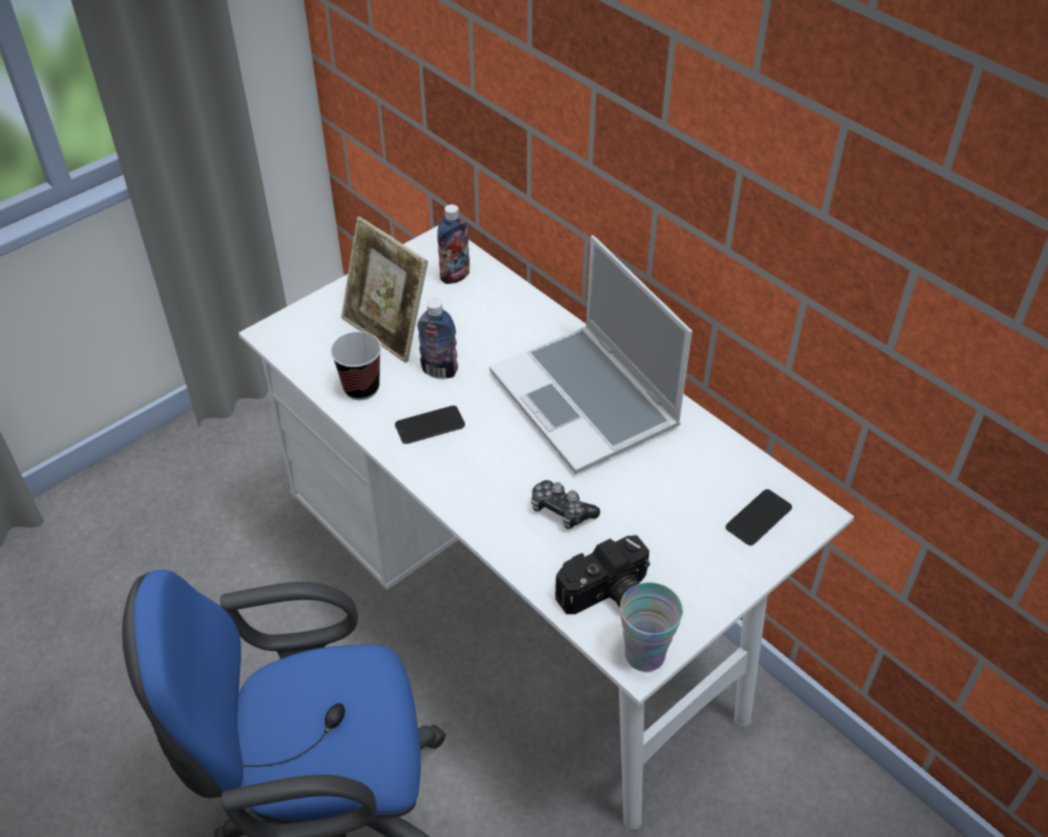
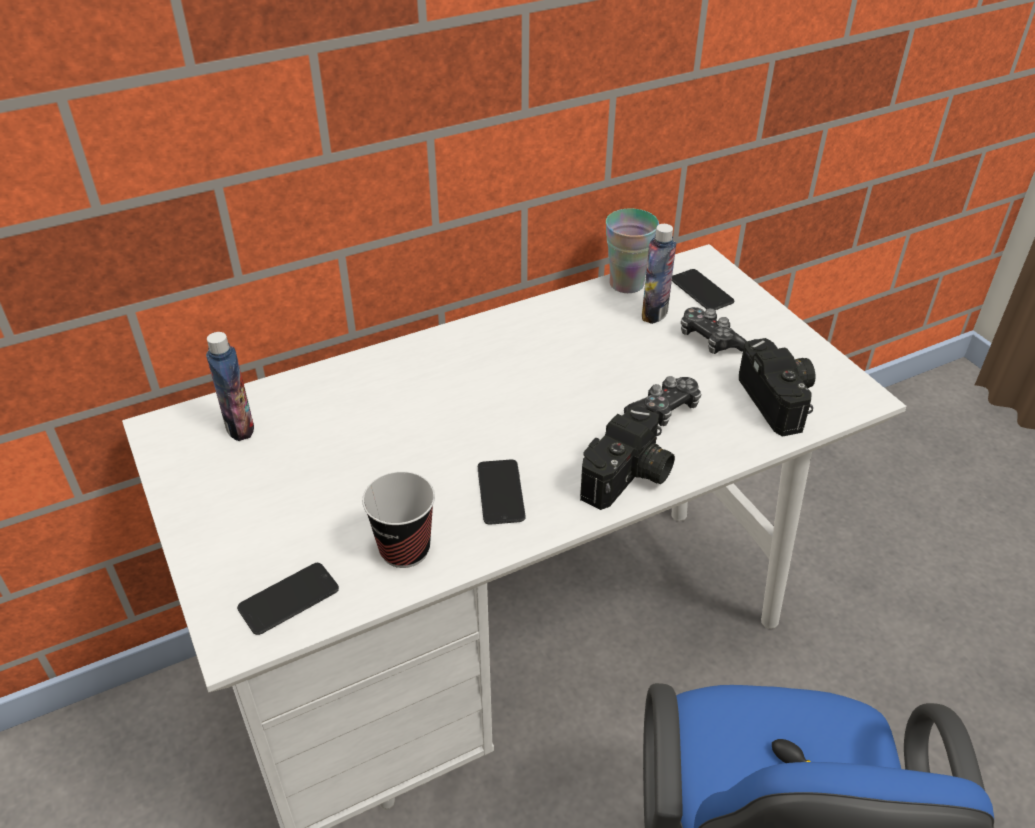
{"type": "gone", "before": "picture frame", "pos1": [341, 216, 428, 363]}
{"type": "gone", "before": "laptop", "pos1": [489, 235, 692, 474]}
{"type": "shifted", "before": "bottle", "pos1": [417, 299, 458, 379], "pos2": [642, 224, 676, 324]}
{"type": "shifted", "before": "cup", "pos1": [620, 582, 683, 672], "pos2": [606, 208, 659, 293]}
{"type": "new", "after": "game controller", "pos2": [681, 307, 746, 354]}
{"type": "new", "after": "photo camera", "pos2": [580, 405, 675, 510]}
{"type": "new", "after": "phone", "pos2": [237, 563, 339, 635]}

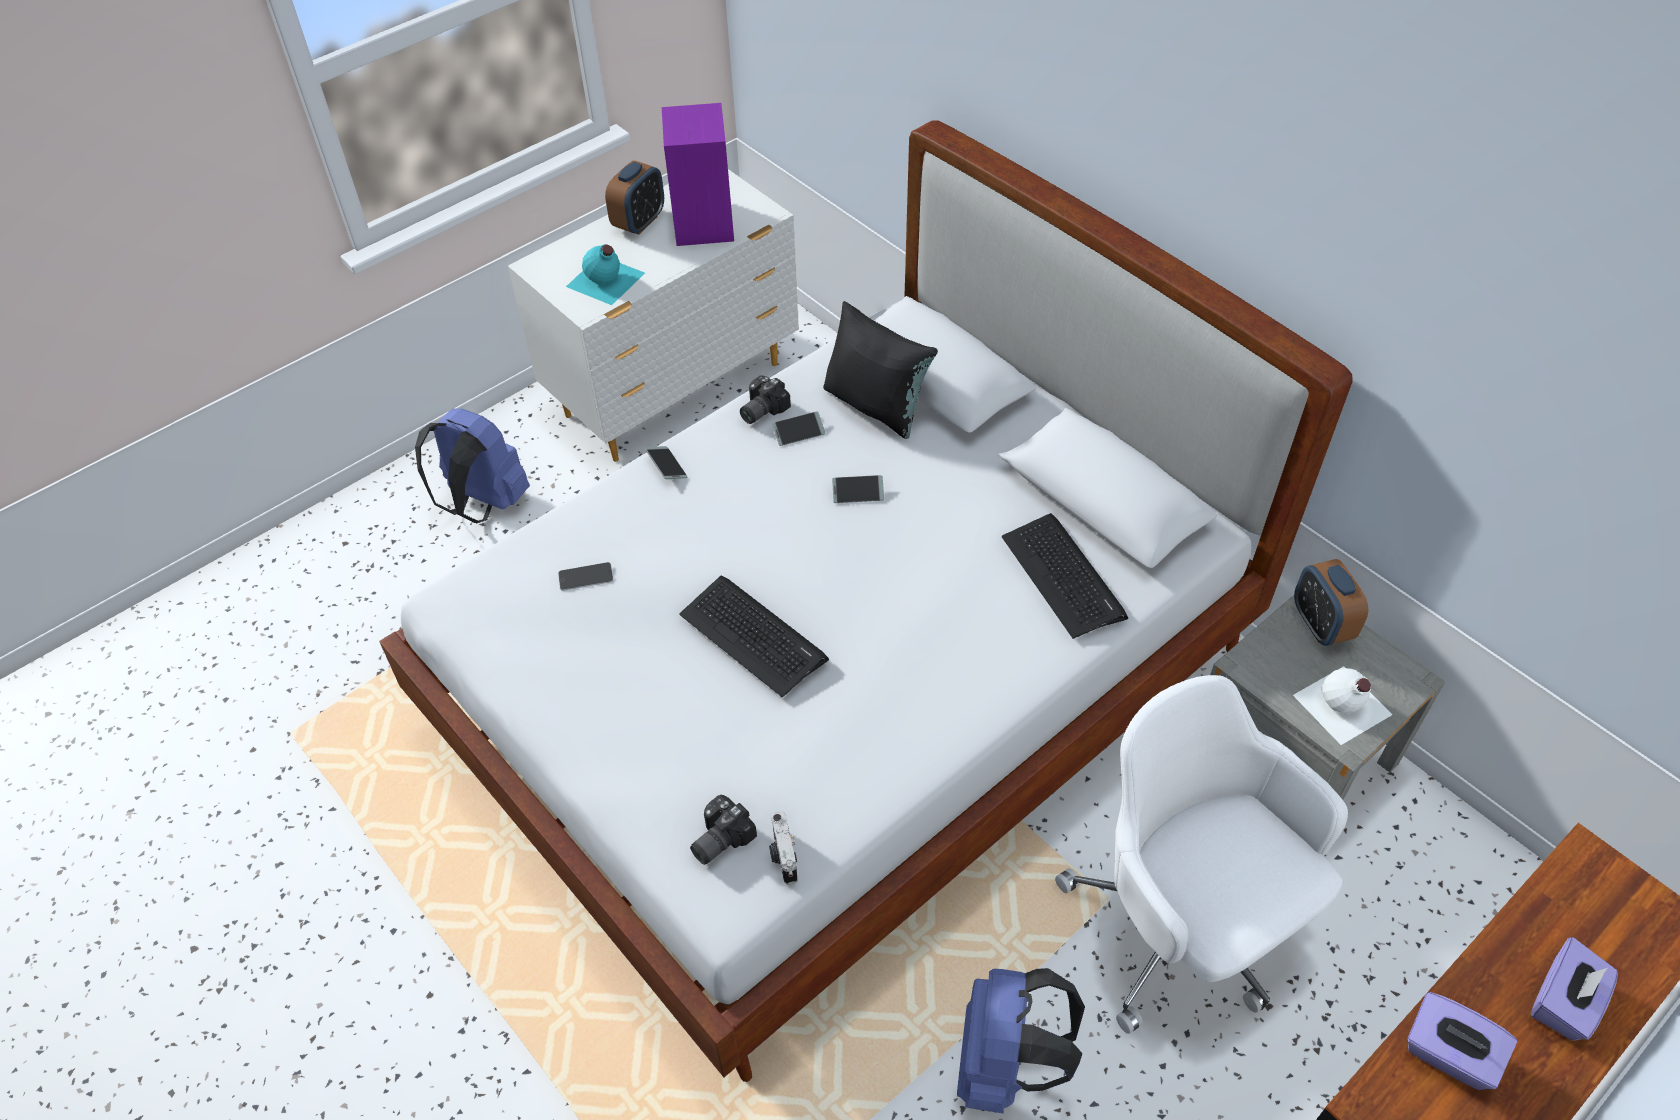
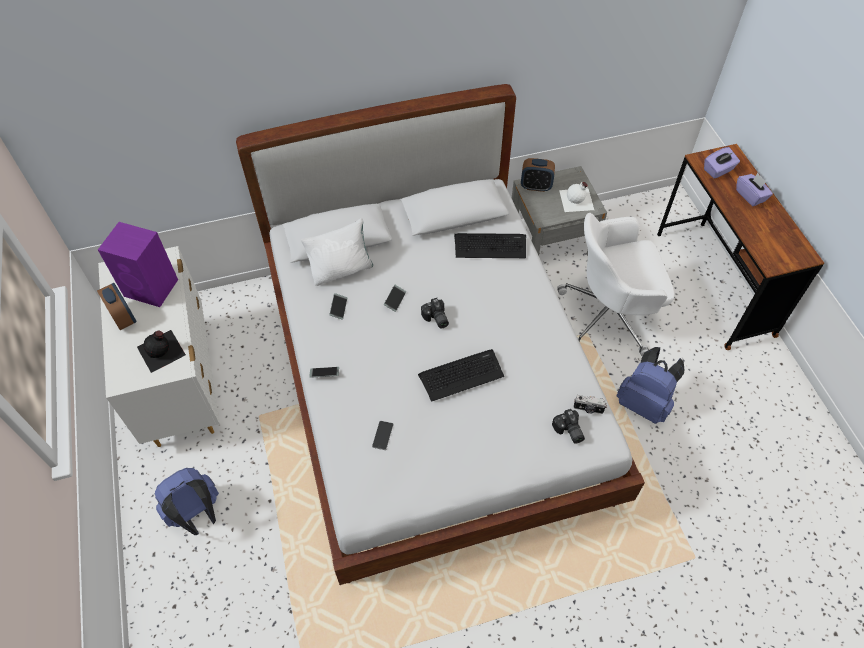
{"type": "repainted", "before": "turquoise bottle", "after": "black bottle", "pos1": [566, 244, 645, 305], "pos2": [137, 330, 186, 373]}
{"type": "repainted", "before": "black pillow", "after": "white pillow", "pos1": [823, 301, 938, 439], "pos2": [301, 218, 373, 286]}
{"type": "shifted", "before": "photo camera", "pos1": [740, 375, 791, 424], "pos2": [421, 298, 449, 328]}
{"type": "shifted", "before": "purple tissue box", "pos1": [1408, 992, 1517, 1090], "pos2": [704, 147, 740, 179]}

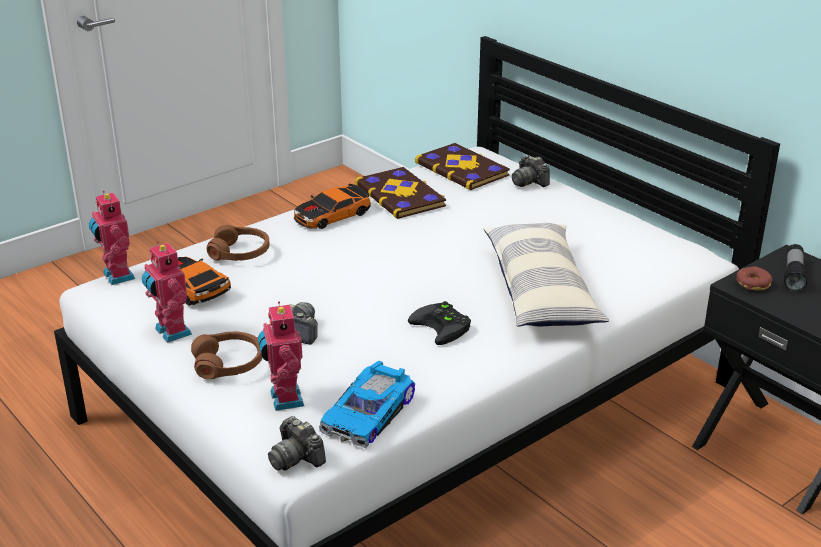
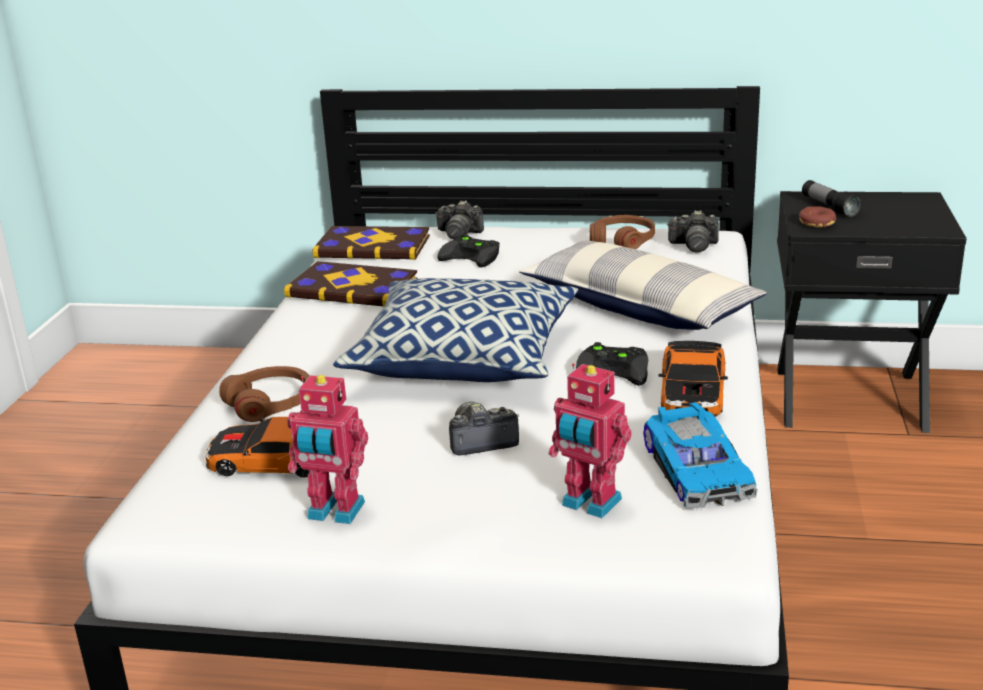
{"type": "shifted", "before": "toy car", "pos1": [294, 184, 371, 229], "pos2": [658, 341, 728, 417]}
{"type": "gone", "before": "toy robot", "pos1": [89, 191, 135, 285]}
{"type": "shifted", "before": "brown headphones", "pos1": [191, 331, 263, 380], "pos2": [590, 215, 655, 249]}
{"type": "shifted", "before": "photo camera", "pos1": [268, 416, 326, 471], "pos2": [668, 210, 719, 252]}
{"type": "new", "after": "black game controller", "pos2": [437, 234, 499, 267]}
{"type": "new", "after": "pillow", "pos2": [333, 278, 578, 382]}

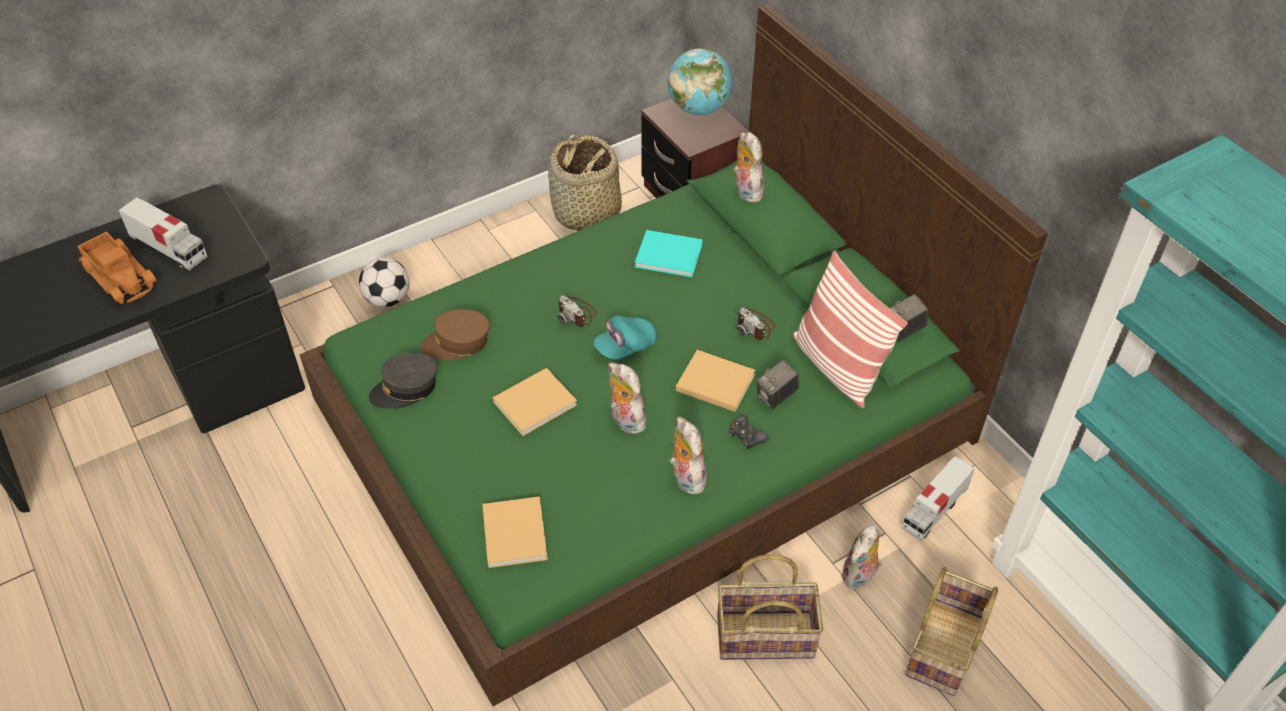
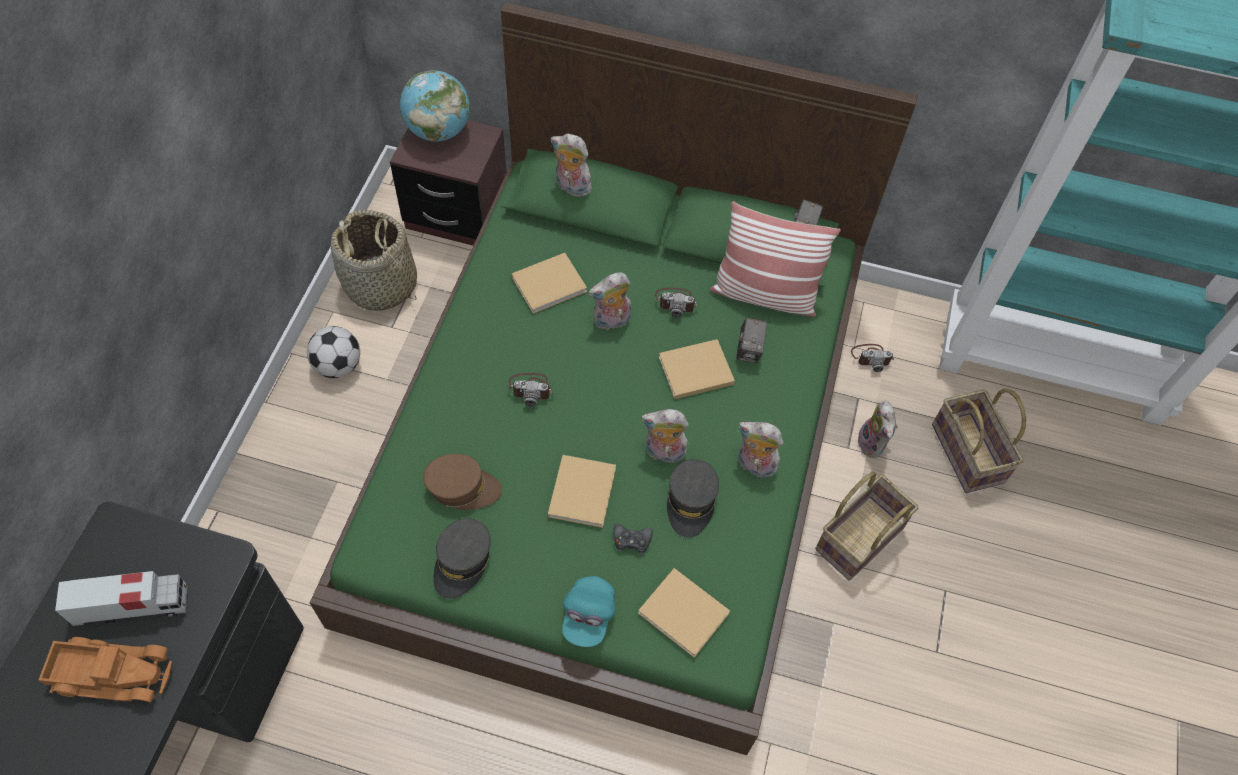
{"type": "repainted", "before": "turquoise book", "after": "beige book", "pos1": [635, 230, 703, 277], "pos2": [511, 253, 587, 314]}
{"type": "shifted", "before": "football", "pos1": [359, 258, 409, 307], "pos2": [307, 326, 360, 378]}
{"type": "rotated", "before": "brown cap", "pos1": [421, 309, 490, 360], "pos2": [423, 454, 502, 510], "turn": -120}
{"type": "shifted", "before": "turquoise cap", "pos1": [594, 316, 657, 360], "pos2": [562, 576, 616, 647]}
{"type": "shifted", "before": "black game controller", "pos1": [729, 415, 769, 450], "pos2": [613, 524, 653, 555]}
{"type": "swapped", "before": "toy truck", "after": "photo camera", "pos1": [902, 456, 975, 541], "pos2": [851, 344, 894, 372]}
{"type": "new", "after": "plush toy", "pos2": [588, 272, 631, 331]}
{"type": "new", "after": "grey cap", "pos2": [667, 459, 719, 538]}

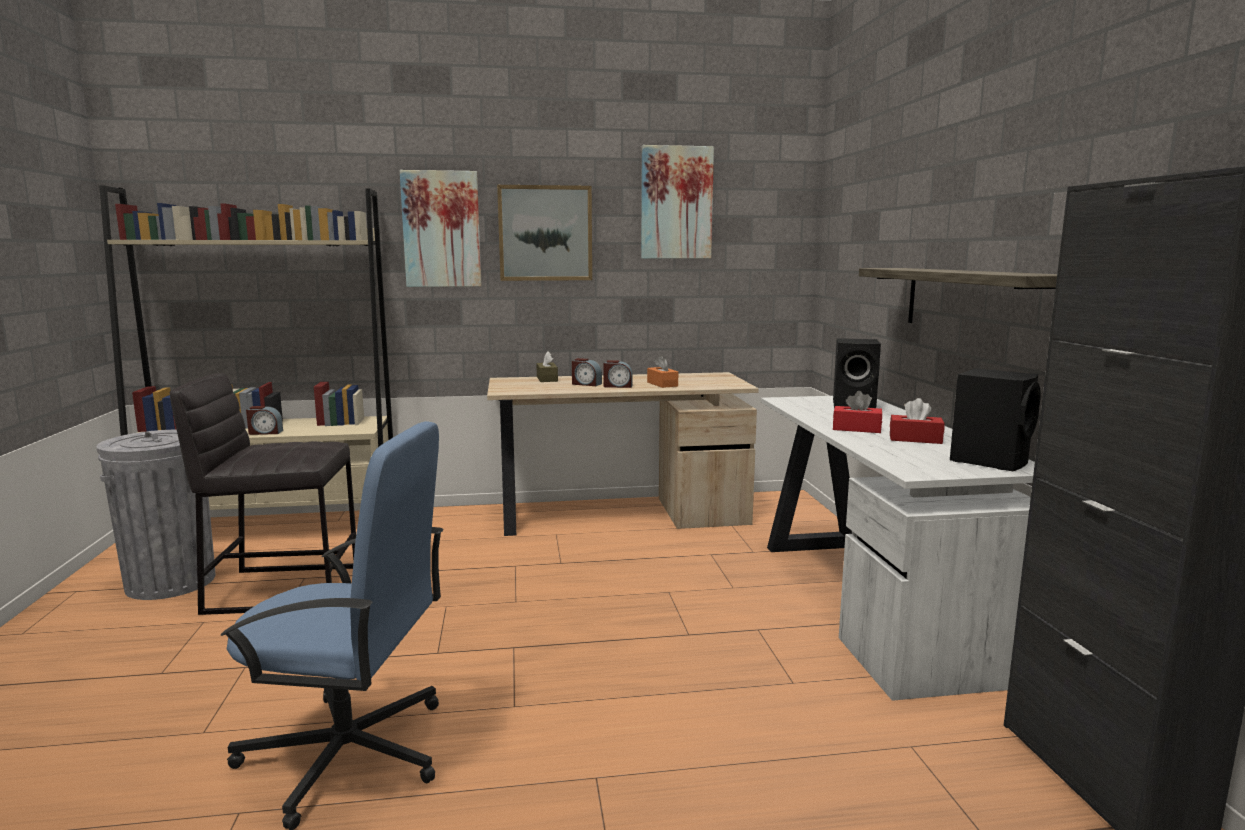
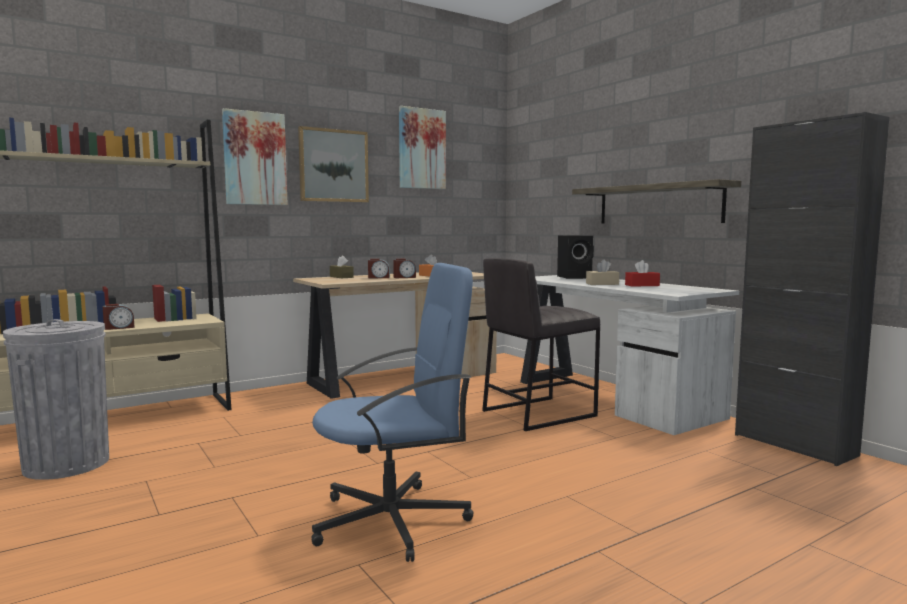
{"type": "gone", "before": "black speaker", "pos1": [950, 368, 1041, 471]}
{"type": "shifted", "before": "grey stool", "pos1": [170, 373, 356, 615], "pos2": [482, 258, 600, 431]}
{"type": "repainted", "before": "red tissue box", "after": "beige tissue box", "pos1": [833, 391, 882, 433], "pos2": [586, 259, 619, 285]}

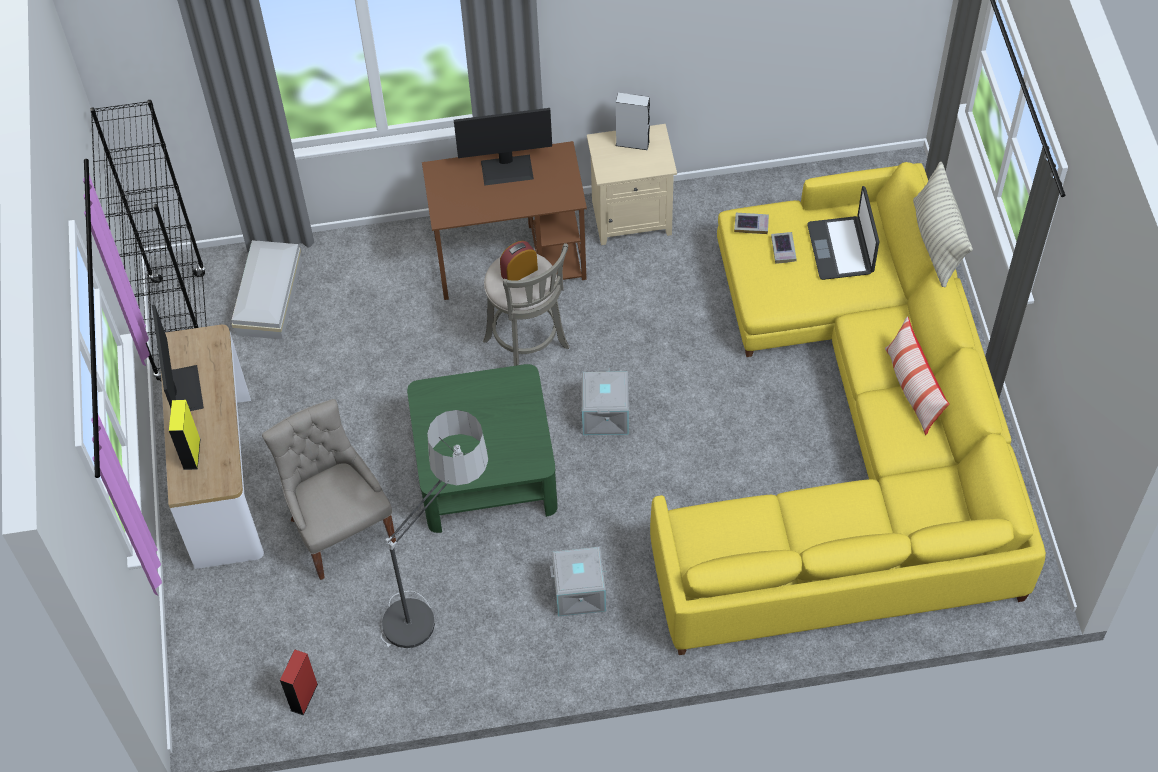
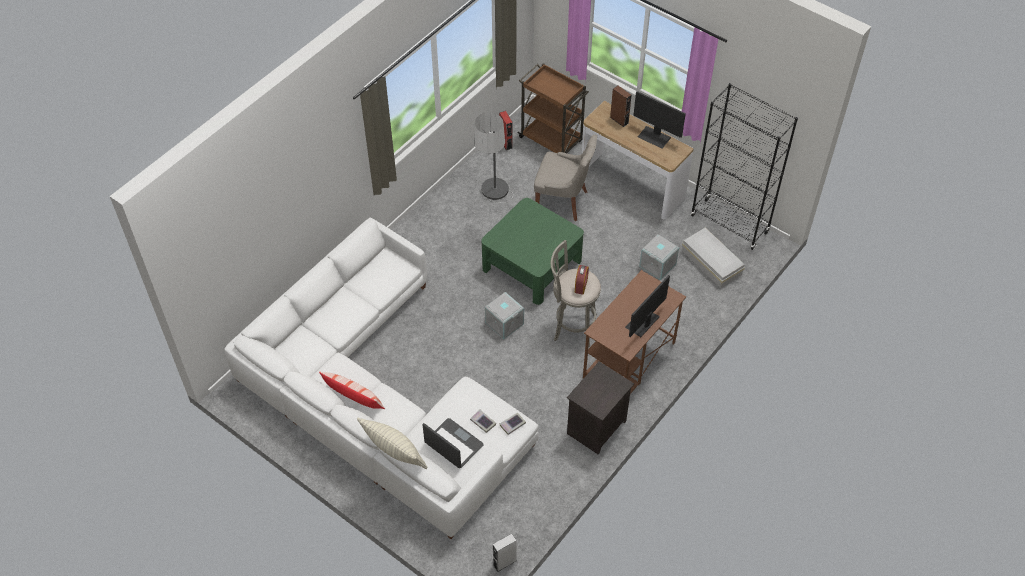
{"type": "shifted", "before": "grey speaker", "pos1": [616, 93, 650, 150], "pos2": [493, 534, 517, 572]}
{"type": "repainted", "before": "beige nightstand", "after": "black nightstand", "pos1": [587, 124, 677, 245], "pos2": [567, 361, 634, 454]}
{"type": "repainted", "before": "yellow sofa", "after": "white sofa", "pos1": [650, 162, 1046, 655], "pos2": [224, 218, 539, 539]}
{"type": "repainted", "before": "yellow speaker", "after": "brown speaker", "pos1": [169, 400, 201, 470], "pos2": [610, 86, 632, 127]}
{"type": "shifted", "before": "grey storage box", "pos1": [550, 546, 606, 617], "pos2": [639, 234, 679, 280]}
{"type": "new", "after": "brown cart", "pos2": [518, 63, 589, 153]}

